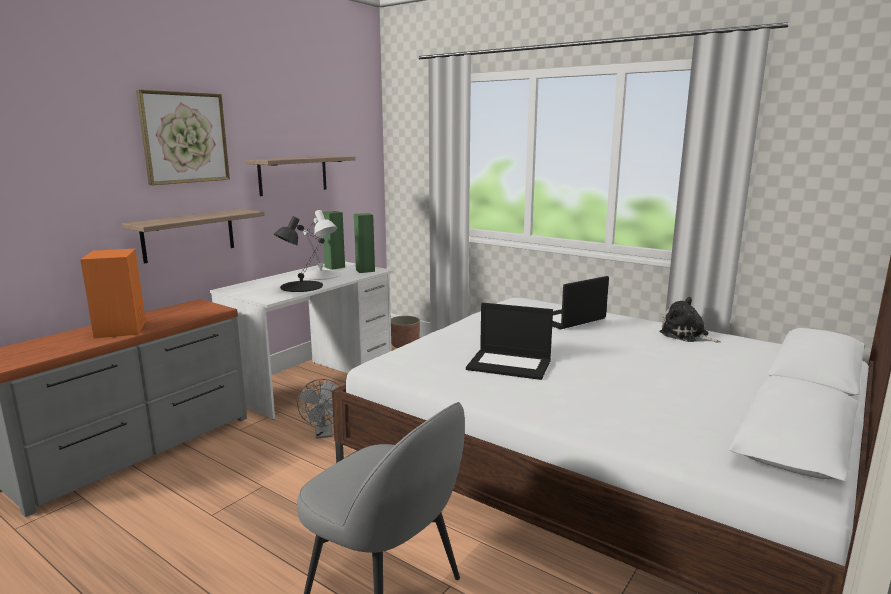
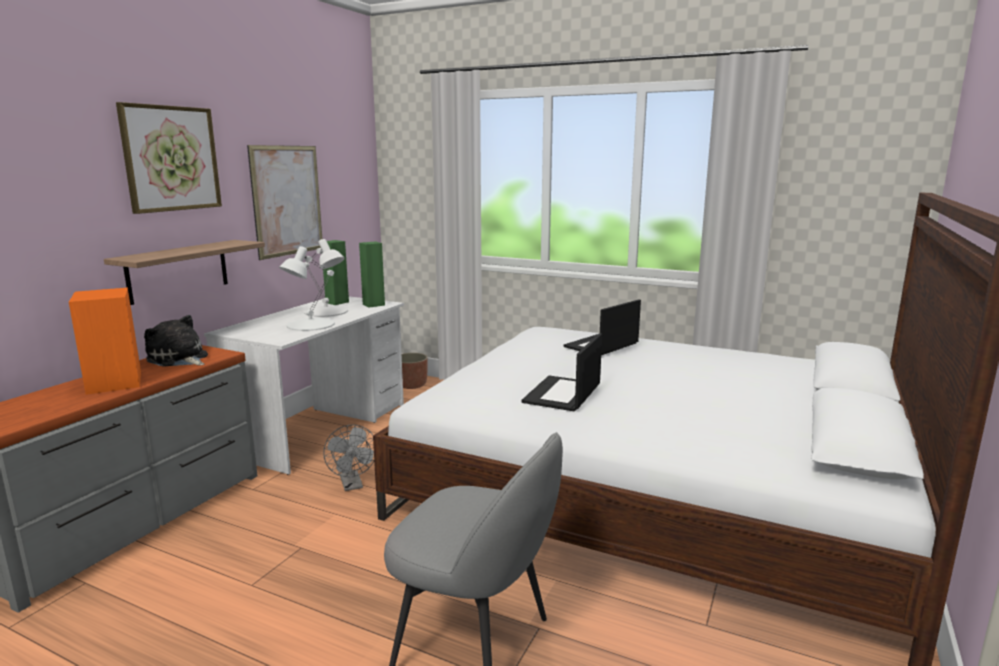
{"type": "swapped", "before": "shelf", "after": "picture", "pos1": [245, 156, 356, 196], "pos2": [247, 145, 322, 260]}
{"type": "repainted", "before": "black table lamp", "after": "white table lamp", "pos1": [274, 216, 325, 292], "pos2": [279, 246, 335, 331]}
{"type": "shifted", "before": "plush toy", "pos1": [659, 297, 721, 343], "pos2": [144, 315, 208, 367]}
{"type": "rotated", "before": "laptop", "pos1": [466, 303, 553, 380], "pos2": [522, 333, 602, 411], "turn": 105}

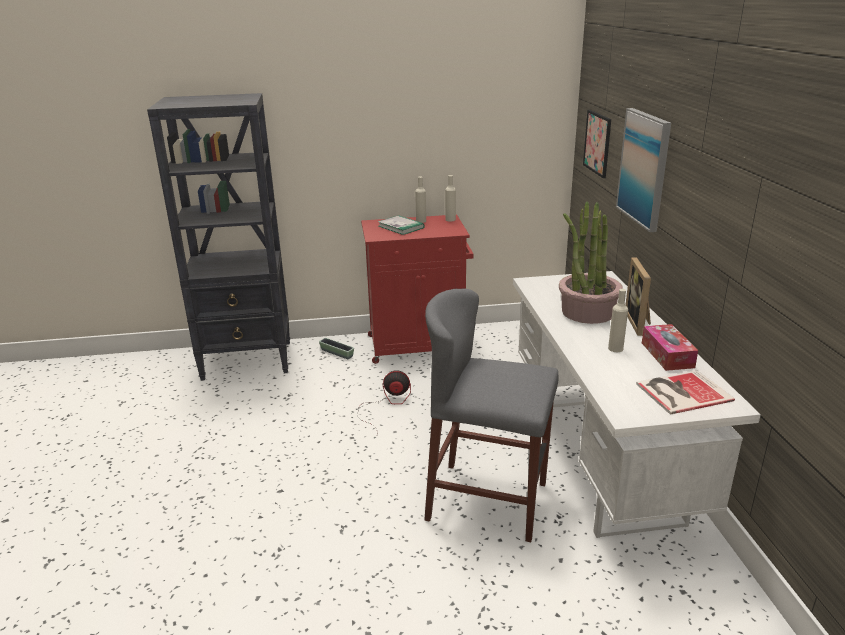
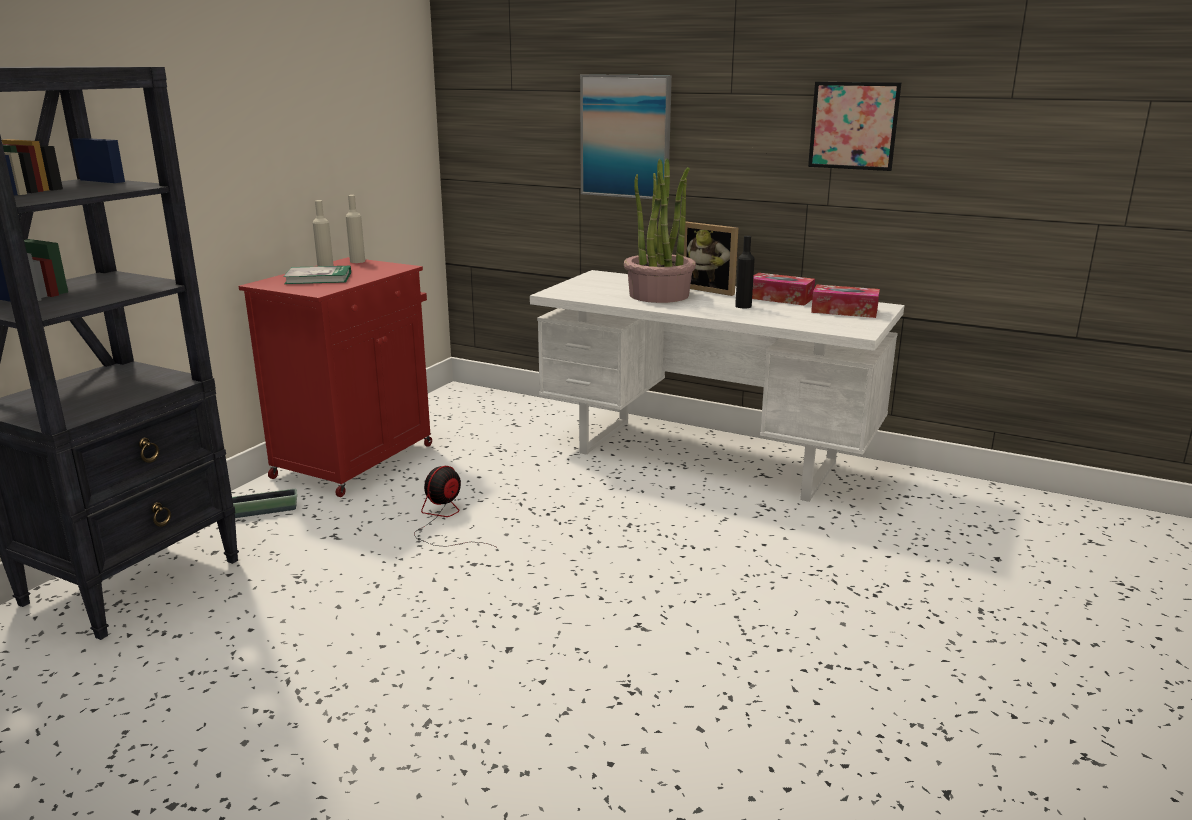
{"type": "shifted", "before": "picture", "pos1": [583, 110, 611, 178], "pos2": [808, 82, 901, 171]}
{"type": "gone", "before": "grey stool", "pos1": [424, 289, 558, 542]}
{"type": "repainted", "before": "beige bottle", "after": "black bottle", "pos1": [608, 289, 628, 352], "pos2": [735, 236, 755, 308]}
{"type": "swapped", "before": "book", "after": "tissue box", "pos1": [636, 370, 735, 415], "pos2": [811, 285, 880, 318]}

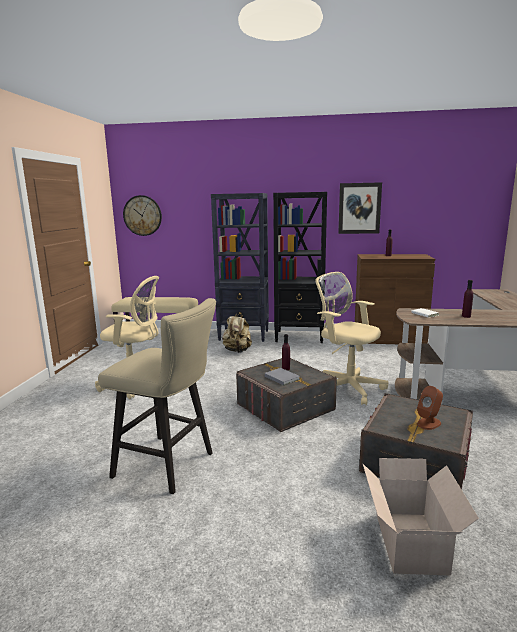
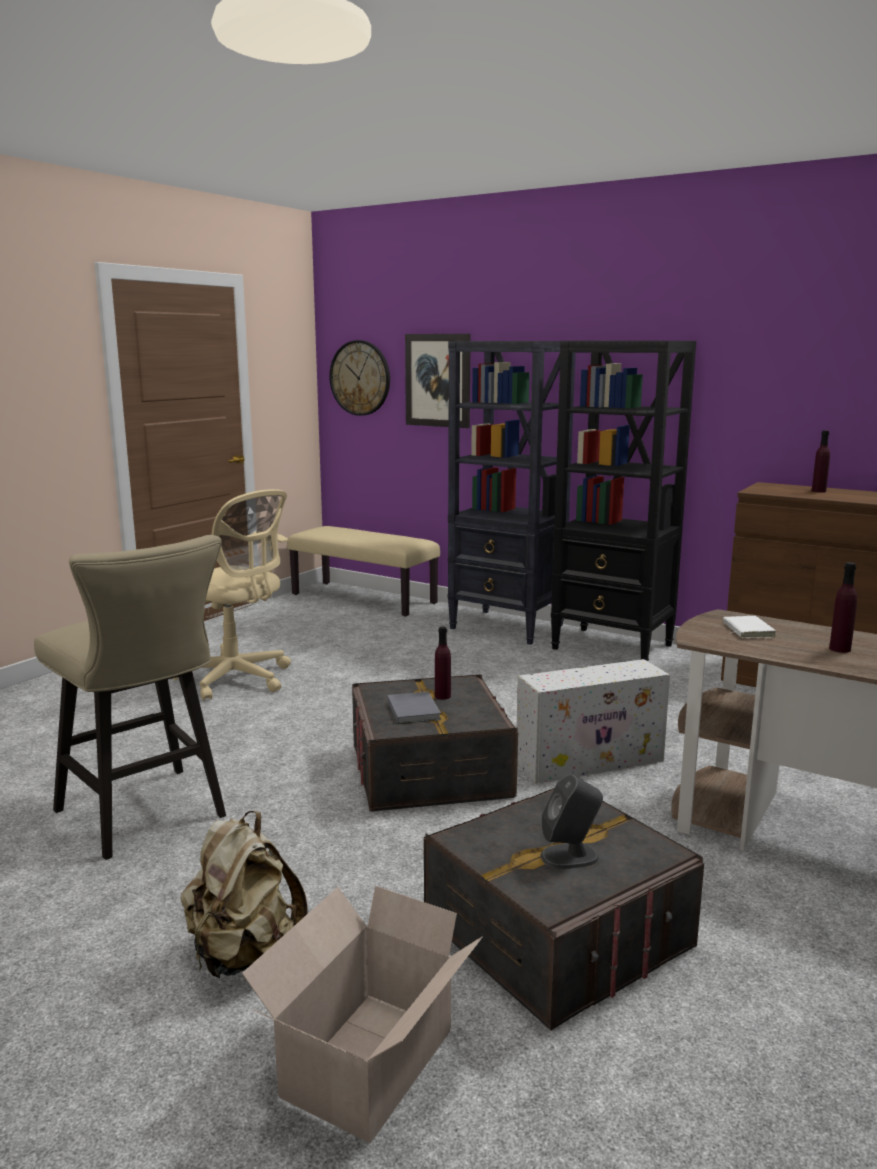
{"type": "shifted", "before": "picture", "pos1": [338, 182, 382, 234], "pos2": [405, 334, 471, 428]}
{"type": "swapped", "before": "beige office chair", "after": "white storage box", "pos1": [315, 272, 388, 406], "pos2": [517, 659, 670, 784]}
{"type": "shifted", "before": "beige backpack", "pos1": [222, 312, 252, 353], "pos2": [181, 811, 308, 978]}
{"type": "repainted", "before": "brown speaker", "after": "grey speaker", "pos1": [417, 386, 443, 430], "pos2": [541, 775, 603, 869]}

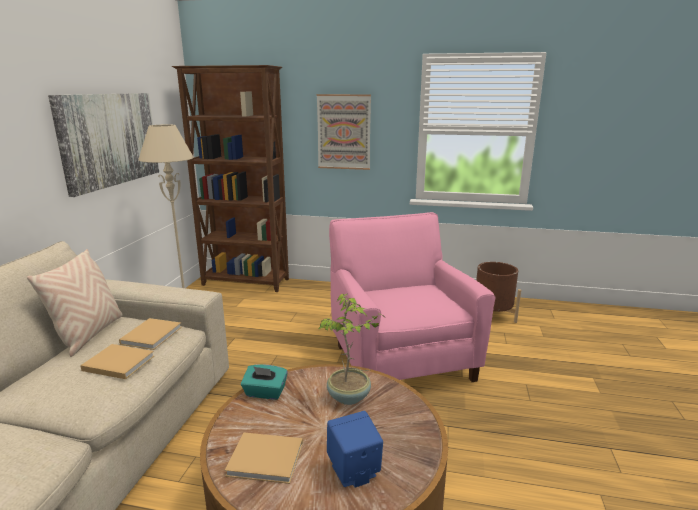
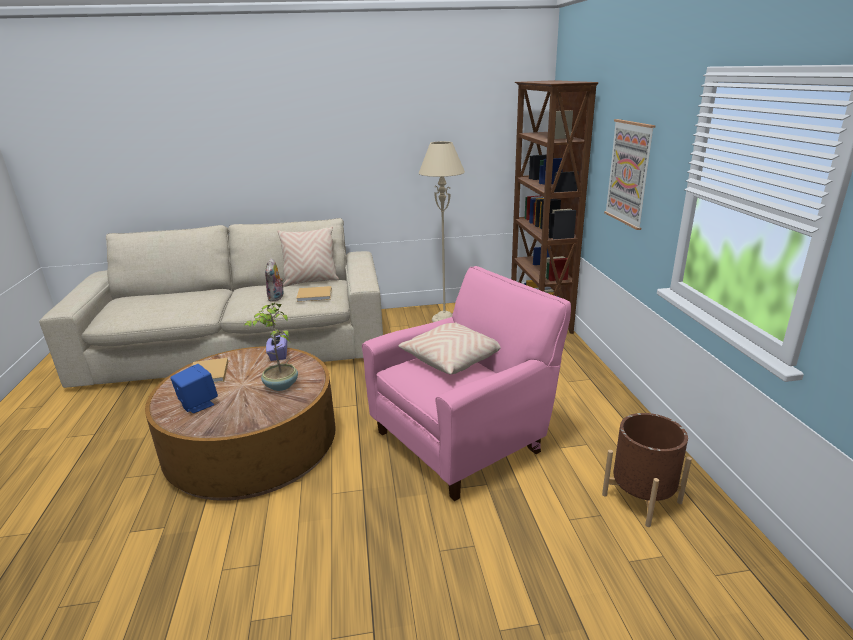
{"type": "gone", "before": "picture", "pos1": [48, 93, 159, 197]}
{"type": "swapped", "before": "beige book", "after": "plush toy", "pos1": [80, 344, 154, 379], "pos2": [265, 258, 284, 302]}
{"type": "repainted", "before": "turquoise tissue box", "after": "purple tissue box", "pos1": [241, 364, 288, 400], "pos2": [266, 333, 287, 361]}
{"type": "new", "after": "beige pillow", "pos2": [398, 322, 500, 375]}

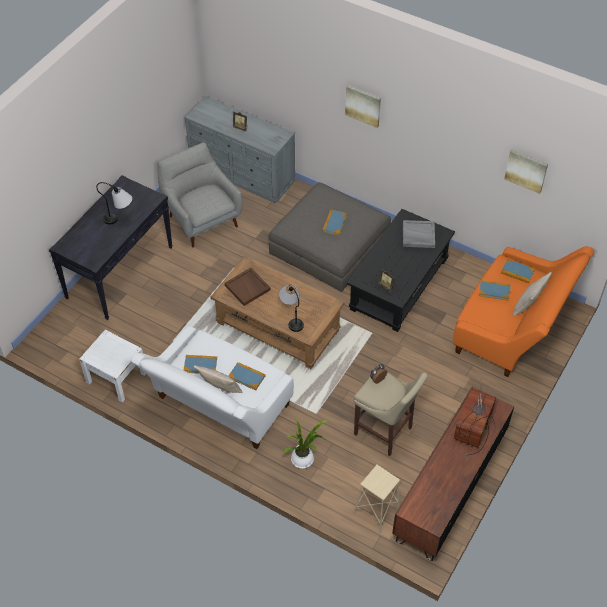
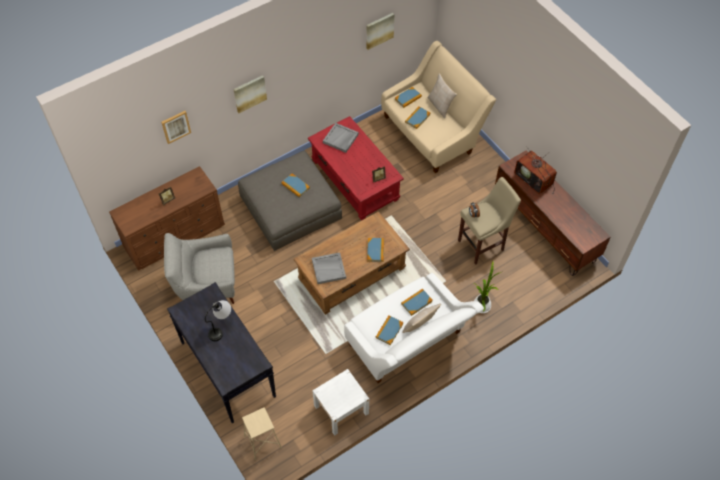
{"type": "repainted", "before": "grey dresser", "after": "brown dresser", "pos1": [185, 96, 295, 203], "pos2": [109, 166, 225, 271]}
{"type": "repainted", "before": "black coffee table", "after": "red coffee table", "pos1": [347, 209, 455, 332], "pos2": [308, 116, 404, 220]}
{"type": "repainted", "before": "orange sofa", "after": "beige sofa", "pos1": [453, 246, 594, 377], "pos2": [381, 41, 496, 173]}
{"type": "repainted", "before": "brown tray", "after": "grey tray", "pos1": [225, 268, 271, 306], "pos2": [312, 252, 346, 284]}
{"type": "swapped", "before": "table lamp", "after": "book", "pos1": [279, 284, 304, 332], "pos2": [367, 238, 384, 262]}
{"type": "shifted", "before": "beige stool", "pos1": [353, 465, 400, 533], "pos2": [242, 407, 282, 461]}
{"type": "new", "after": "picture", "pos2": [161, 111, 191, 144]}

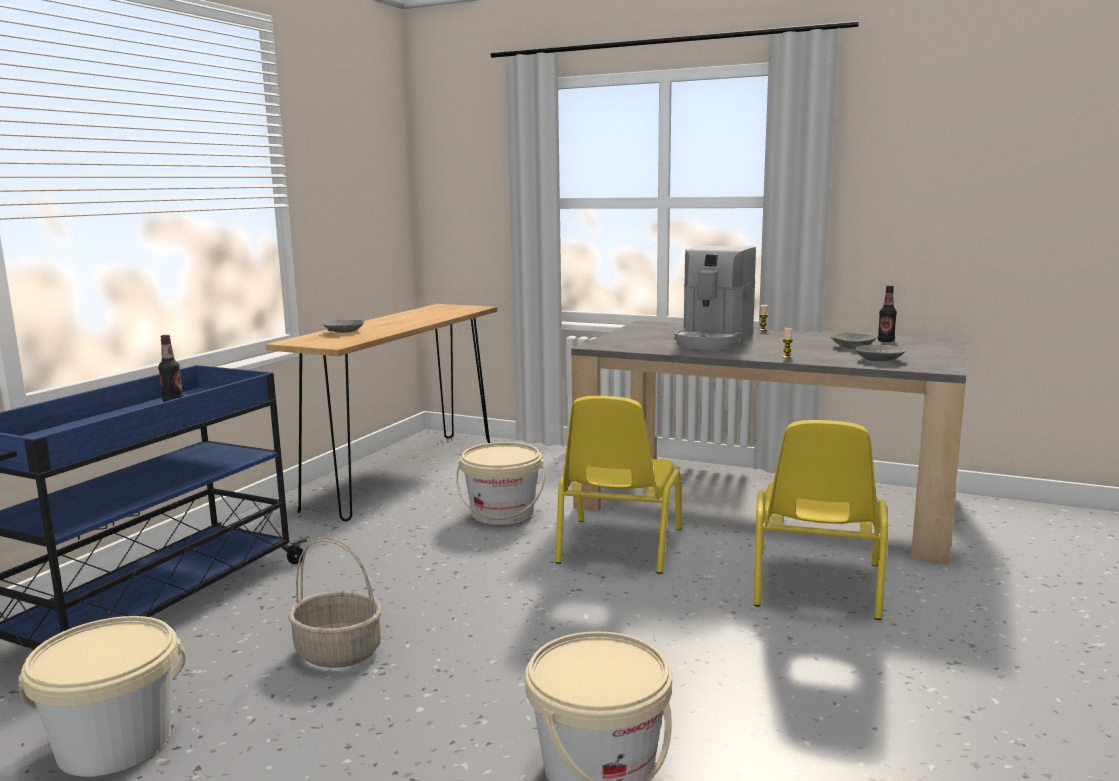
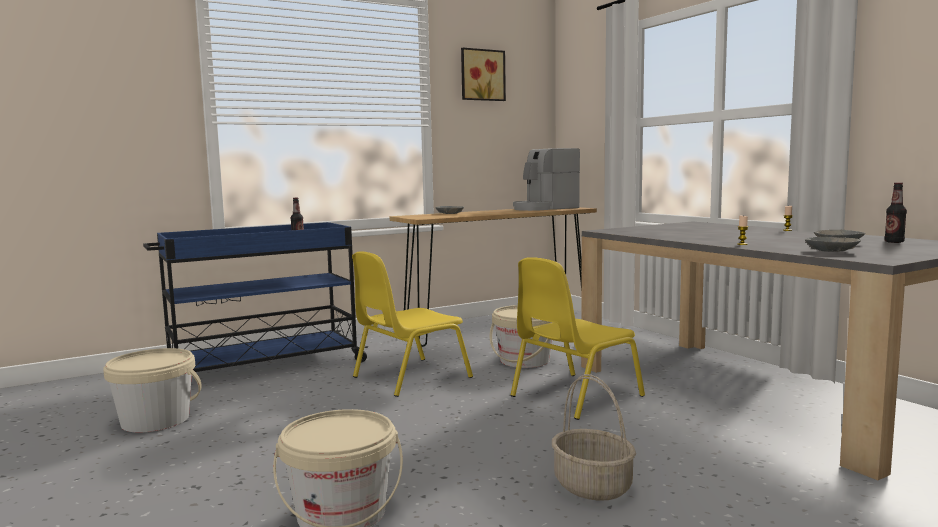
{"type": "shifted", "before": "coffee machine", "pos1": [674, 246, 756, 350], "pos2": [513, 148, 580, 211]}
{"type": "shifted", "before": "yellow chair", "pos1": [754, 420, 888, 620], "pos2": [352, 251, 473, 397]}
{"type": "shifted", "before": "basket", "pos1": [288, 537, 382, 668], "pos2": [552, 374, 636, 501]}
{"type": "new", "after": "picture", "pos2": [461, 48, 506, 101]}

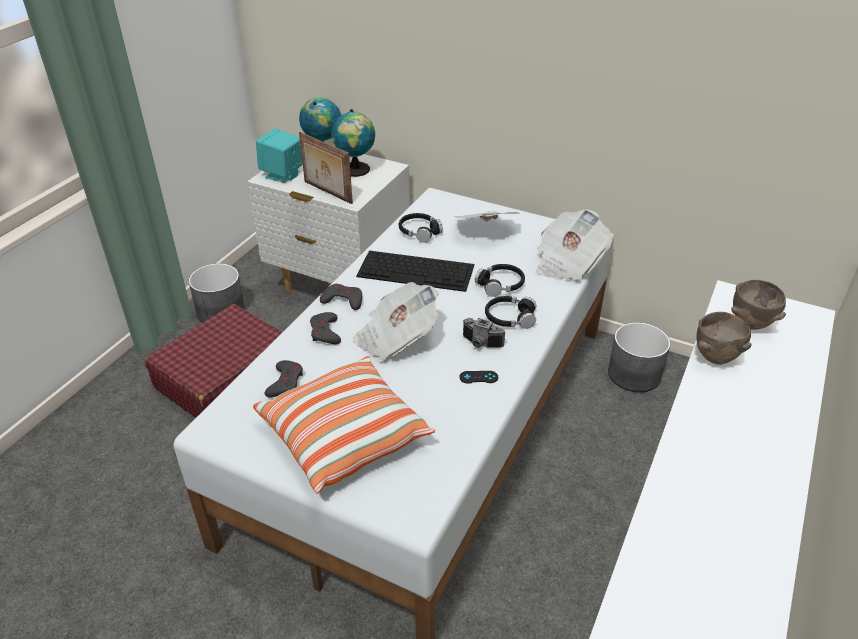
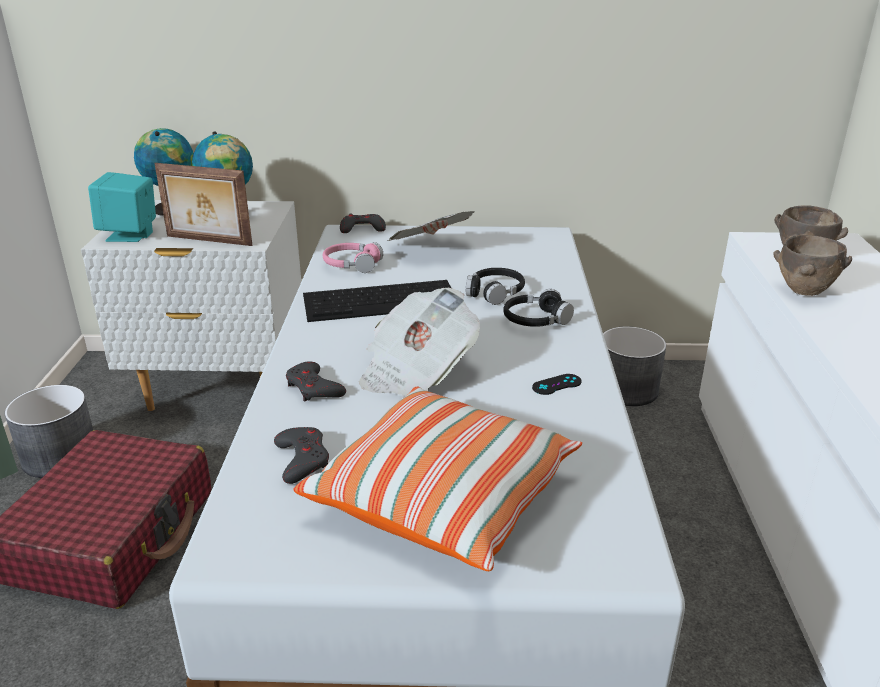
{"type": "gone", "before": "newspaper", "pos1": [537, 209, 612, 280]}
{"type": "repainted", "before": "black headphones", "after": "pink headphones", "pos1": [399, 213, 443, 243], "pos2": [323, 242, 383, 273]}
{"type": "shifted", "before": "grey game controller", "pos1": [320, 284, 362, 310], "pos2": [340, 214, 386, 233]}
{"type": "gone", "before": "photo camera", "pos1": [463, 318, 506, 348]}

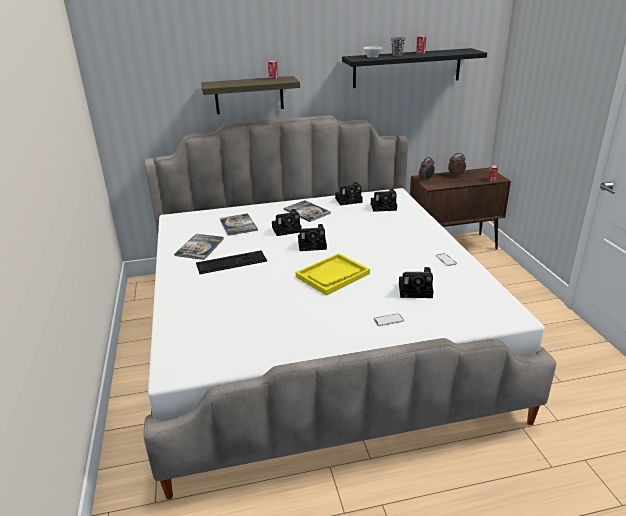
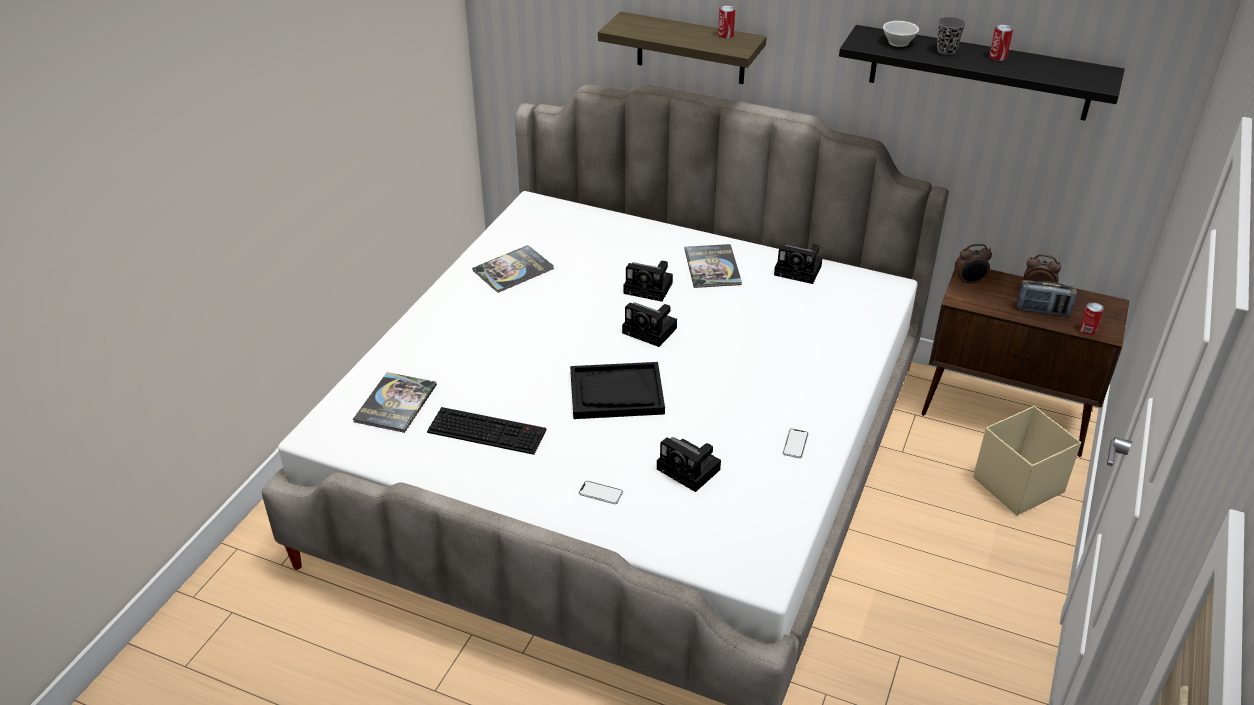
{"type": "gone", "before": "photo camera", "pos1": [371, 188, 397, 212]}
{"type": "shifted", "before": "book", "pos1": [220, 213, 258, 236], "pos2": [353, 372, 437, 433]}
{"type": "shifted", "before": "keyboard", "pos1": [196, 250, 267, 274], "pos2": [427, 407, 547, 455]}
{"type": "repainted", "before": "yellow tray", "after": "black tray", "pos1": [296, 253, 370, 296], "pos2": [570, 362, 665, 419]}
{"type": "new", "after": "radio", "pos2": [1016, 280, 1077, 316]}
{"type": "new", "after": "beige storage box", "pos2": [973, 406, 1081, 515]}

